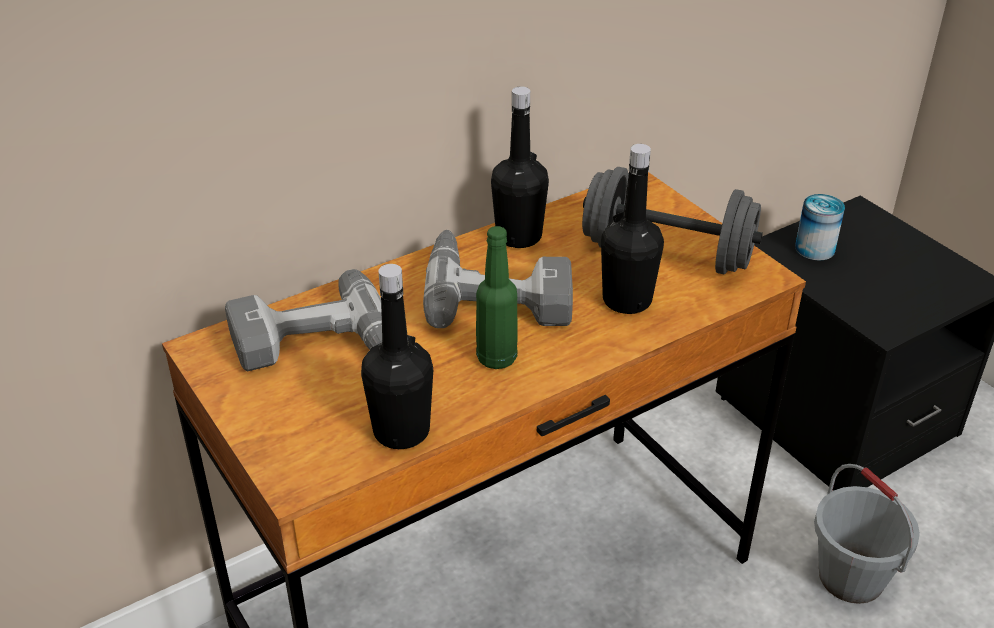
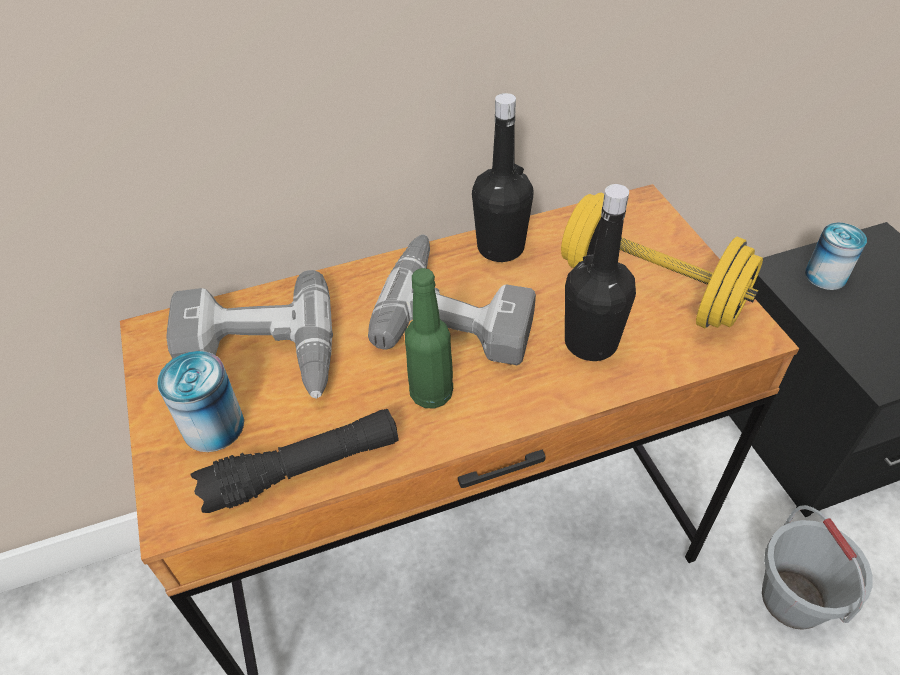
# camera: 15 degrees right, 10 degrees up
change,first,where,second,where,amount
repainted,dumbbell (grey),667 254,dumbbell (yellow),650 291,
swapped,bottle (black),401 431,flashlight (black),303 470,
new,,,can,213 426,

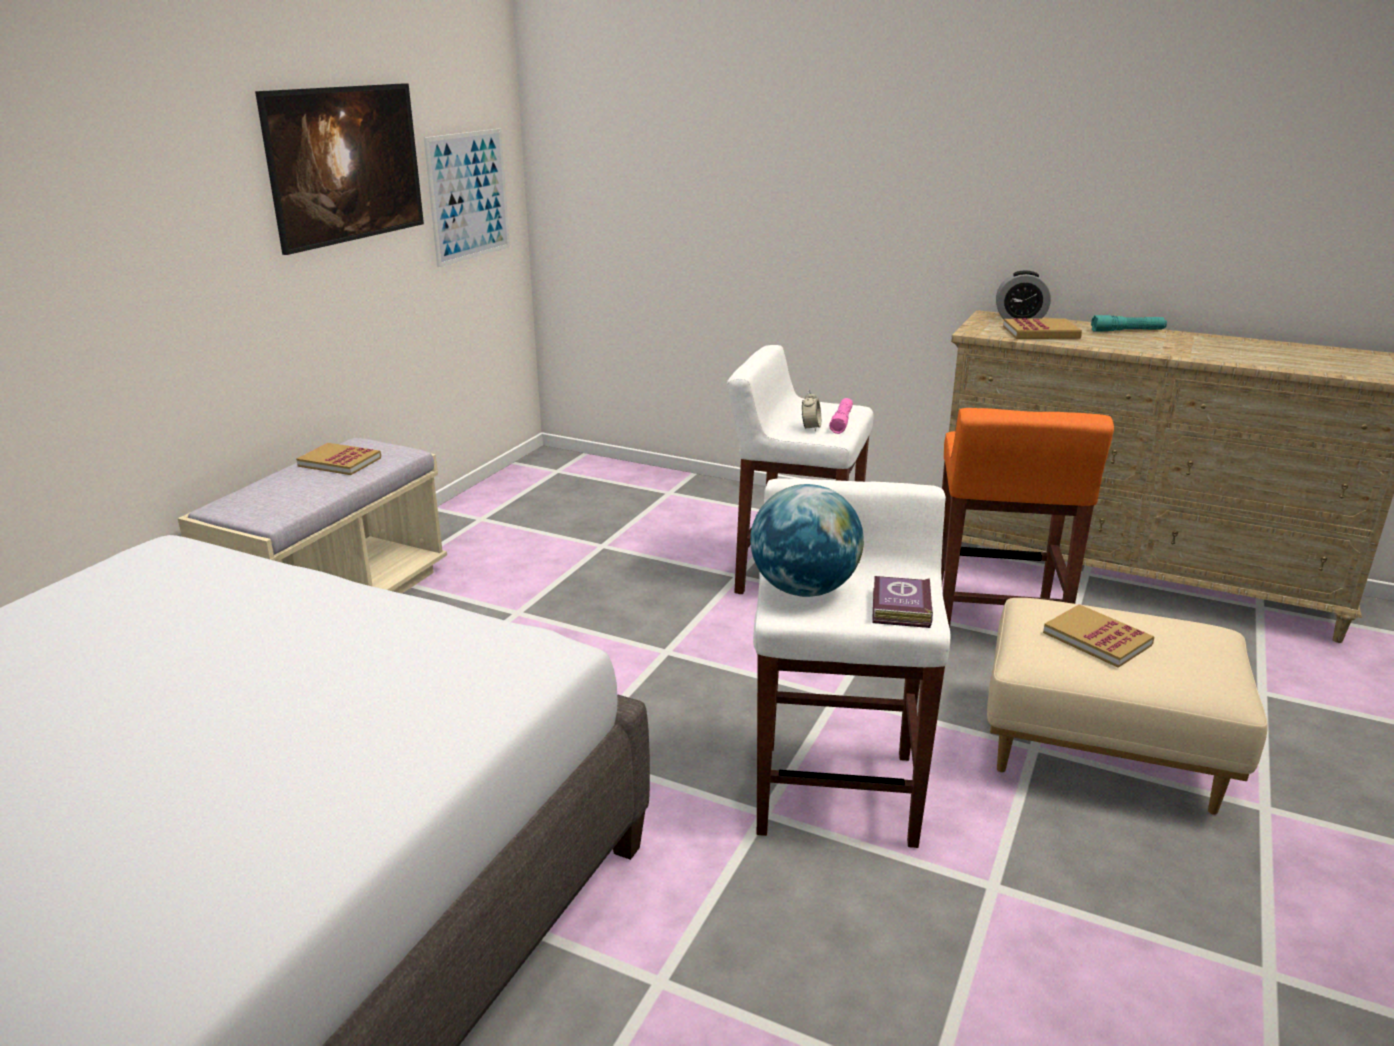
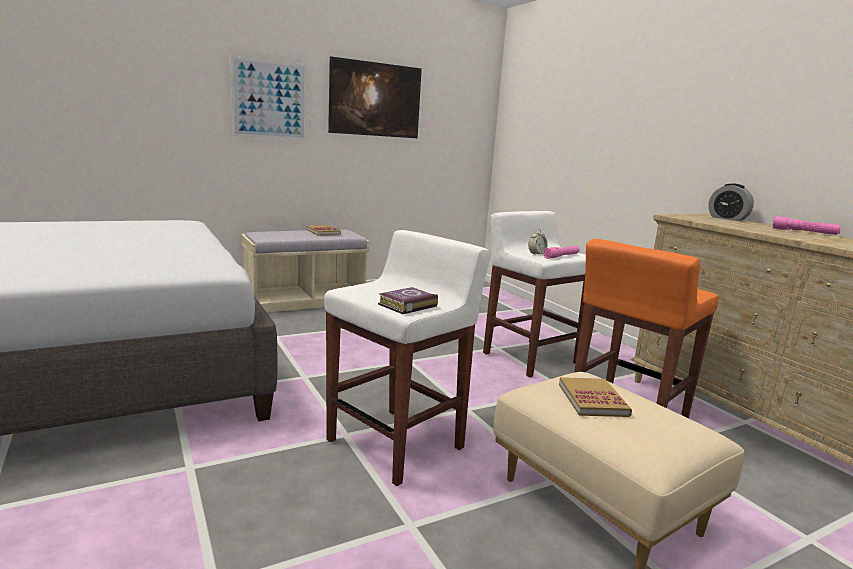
# camera: 35 degrees right, 10 degrees down
change,first,where,second,where,amount
shifted,picture,468 196,,270 100,
repainted,flashlight (turquoise),1127 331,flashlight (pink),804 232,
gone,book,1041 332,,,
gone,globe,804 589,,,

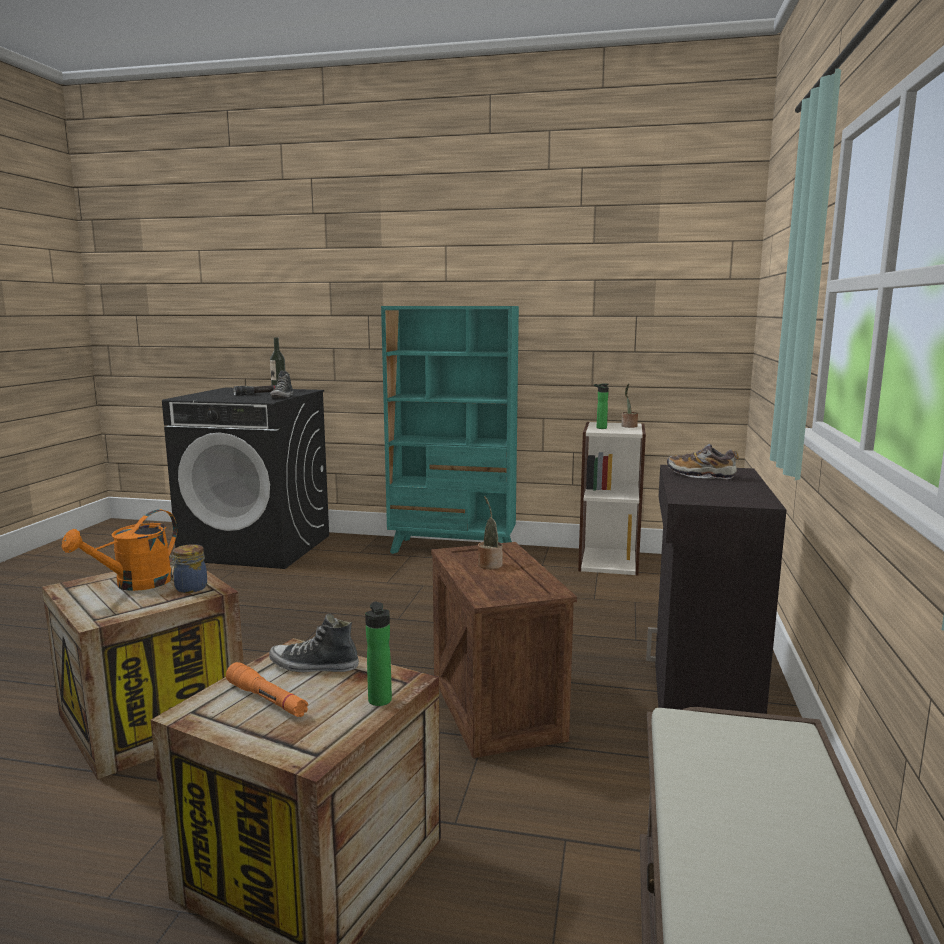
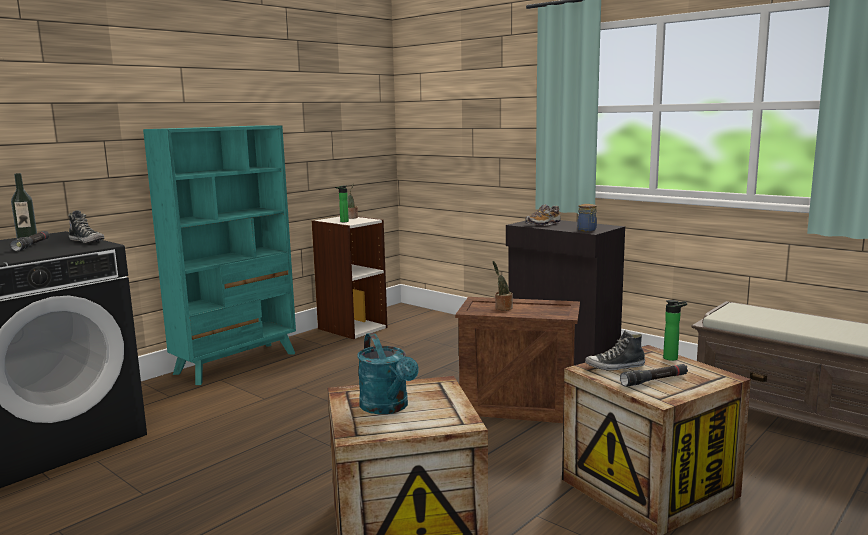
# camera: 60 degrees left, 0 degrees up
change,first,where,second,where,amount
repainted,watering can (orange),135 584,watering can (turquoise),388 407,
shifted,jar,189 588,,587 230,
rotated,shoe,313 666,,615 367,45 degrees clockwise
repainted,flashlight (orange),267 699,flashlight (black),654 380,

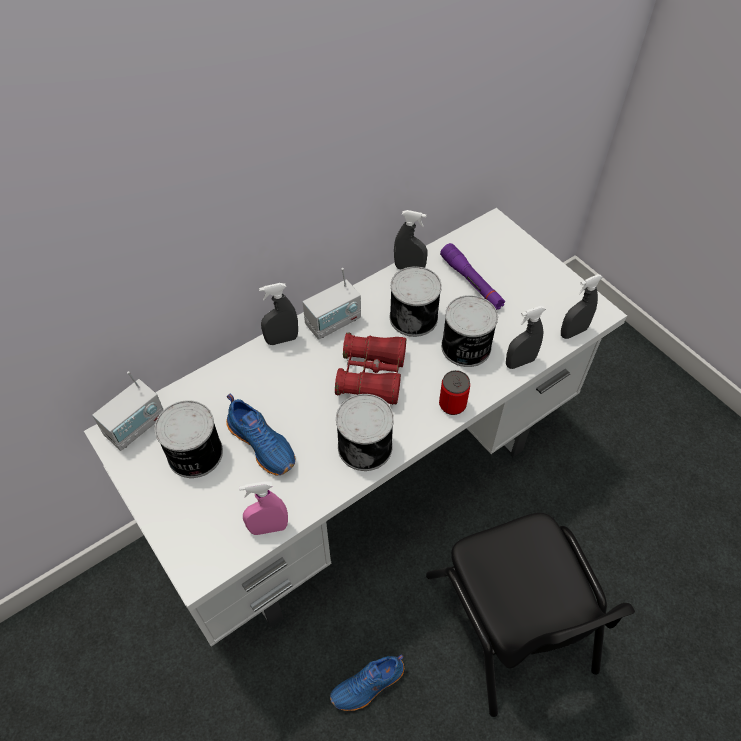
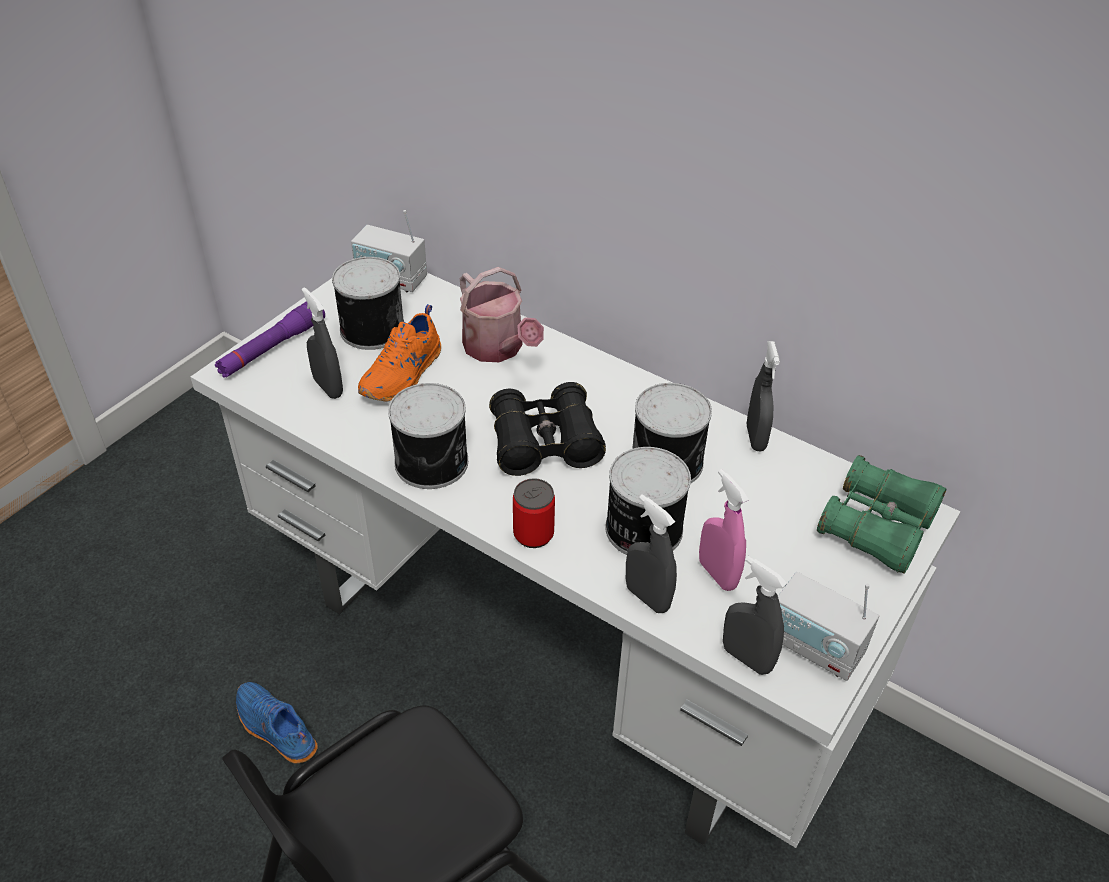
# camera: 70 degrees right, 10 degrees down
change,first,where,second,where,amount
shifted,flashlight (purple),471 282,,272 348,
shifted,radio,333 322,,814 647,
shifted,spray bottle (grey),282 339,,328 387,
repainted,binoculars (red),372 375,binoculars (black),545 443,
repainted,shoe (blue),263 443,shoe (orange),404 375,
shifted,spray bottle (pink),268 528,,717 574,
new,,,watering can,497 349,
new,,,binoculars (green),877 527,

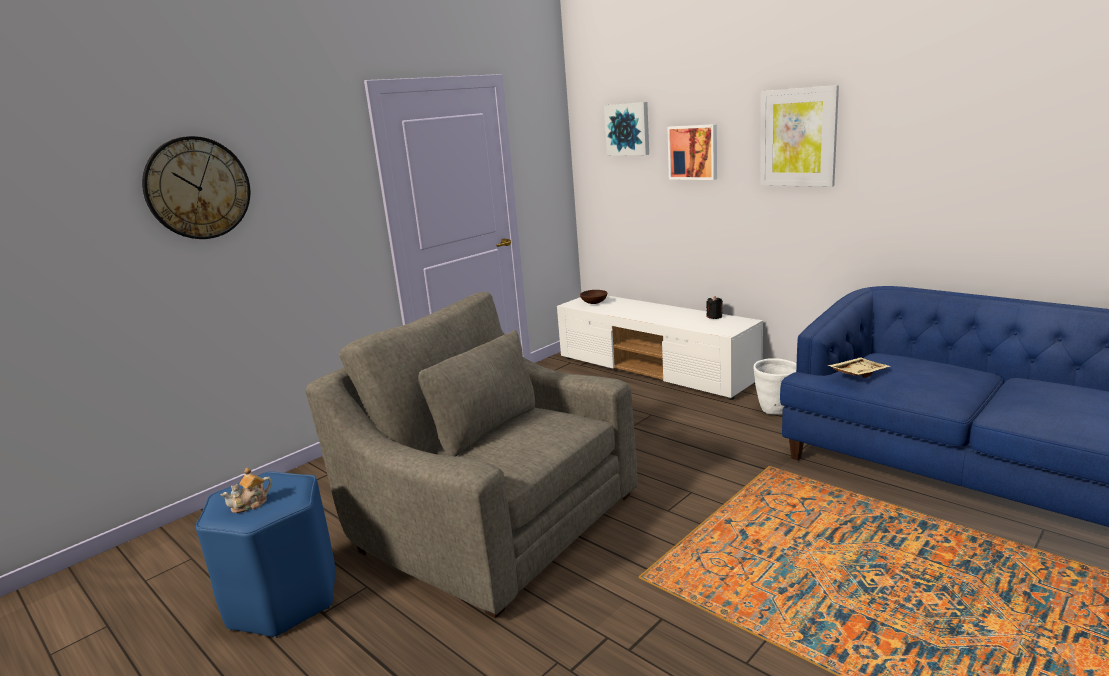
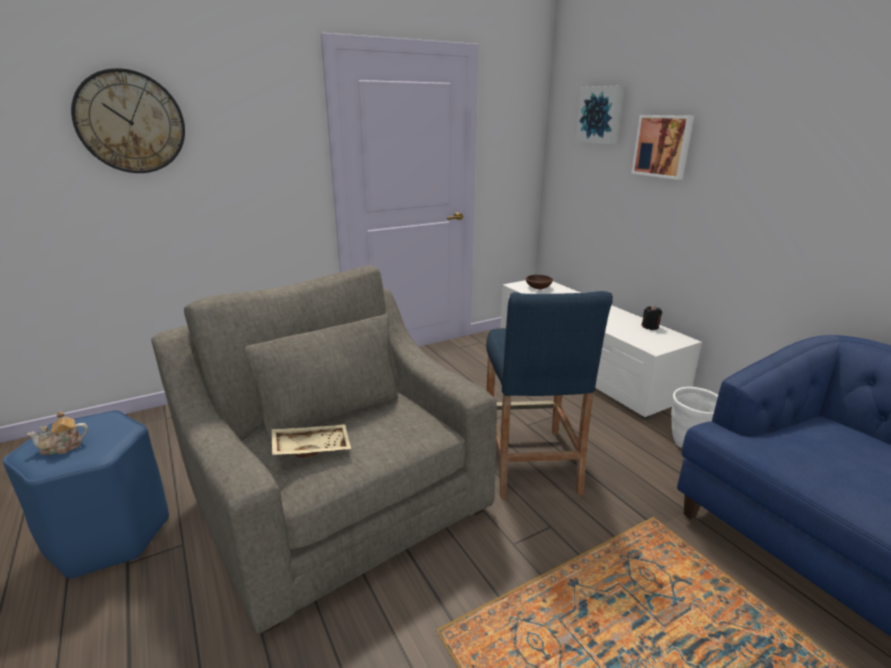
# camera: 15 degrees right, 5 degrees up
change,first,where,second,where,amount
gone,picture,798 137,,,
shifted,tray (beige),857 373,,311 447,
new,,,stool (blue),529 462,

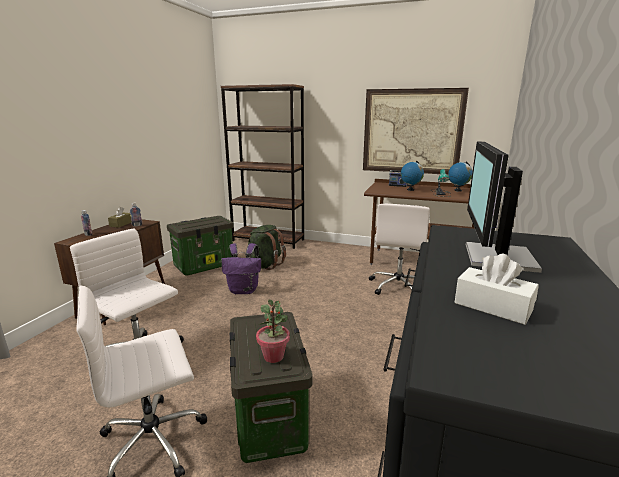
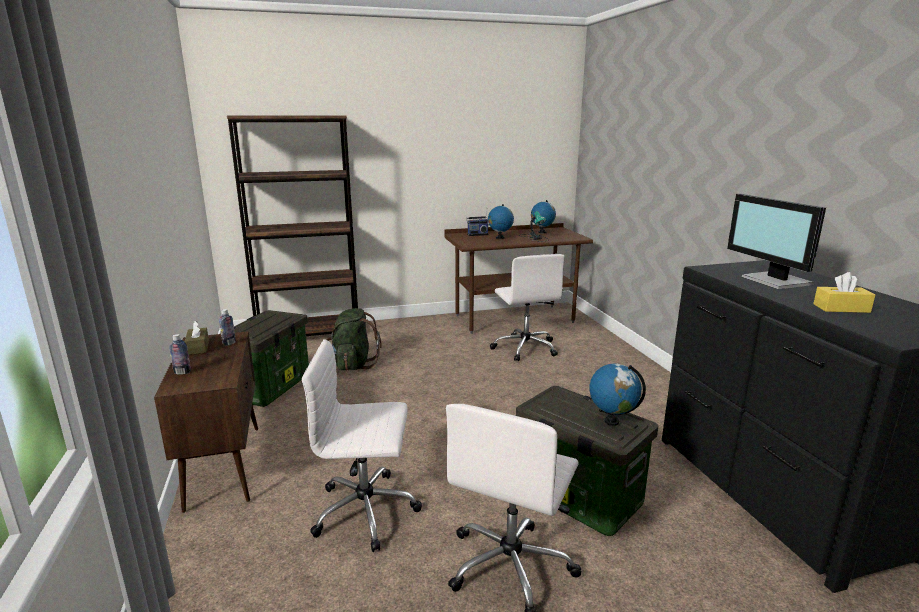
# camera: 35 degrees left, 0 degrees up
change,first,where,second,where,amount
gone,picture,412 131,,,
gone,backpack (purple),244 290,,,
repainted,tissue box (white),492 306,tissue box (yellow),841 308,
swapped,potted plant,274 356,globe,611 421,

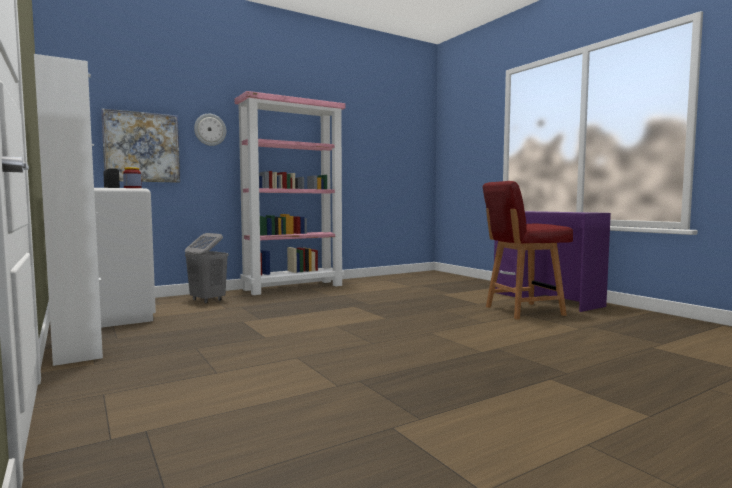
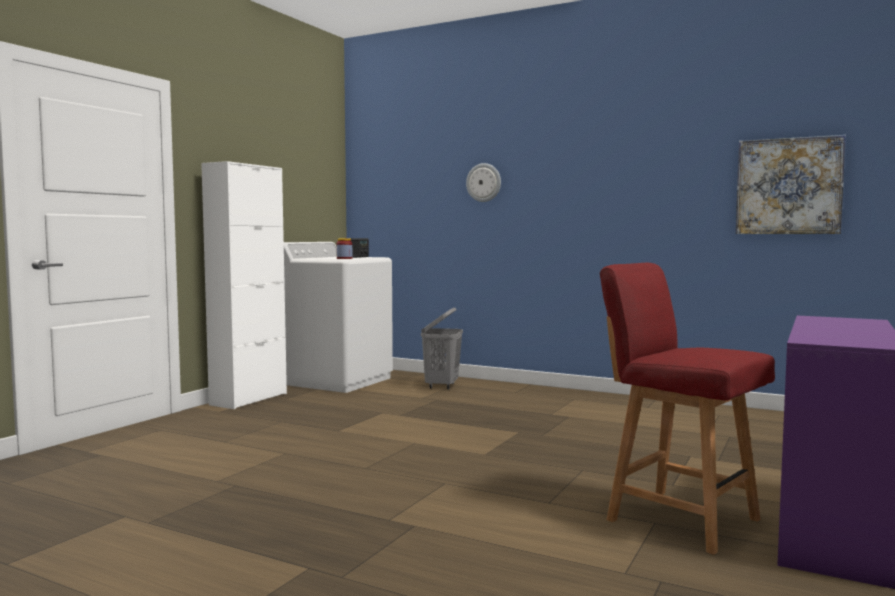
# camera: 60 degrees right, 0 degrees up
change,first,where,second,where,amount
gone,bookcase (pink),294 287,,,
shifted,picture,142 147,,788 186,

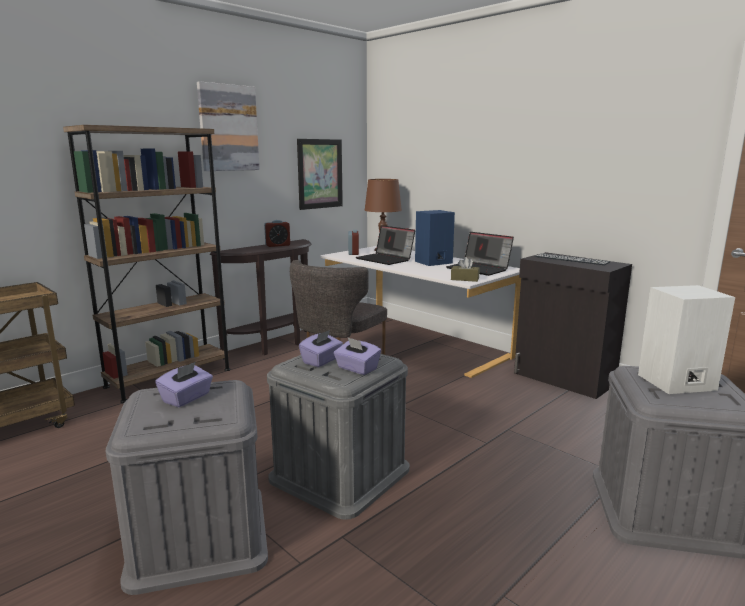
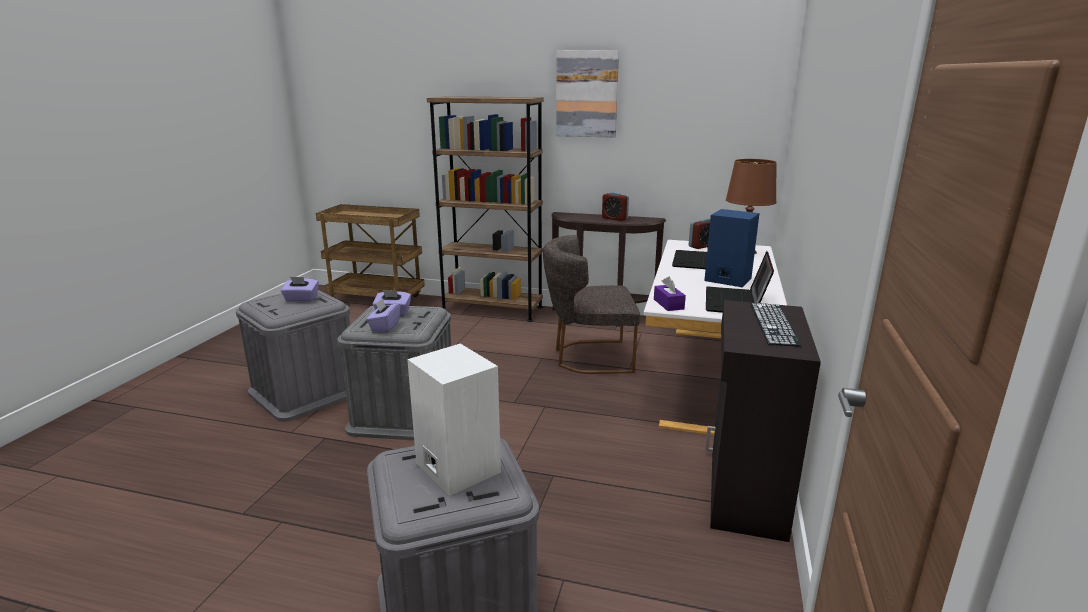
# camera: 60 degrees right, 5 degrees up
change,first,where,second,where,amount
gone,picture,320 174,,,
repainted,tissue box (brown),465 279,tissue box (purple),668 304,

